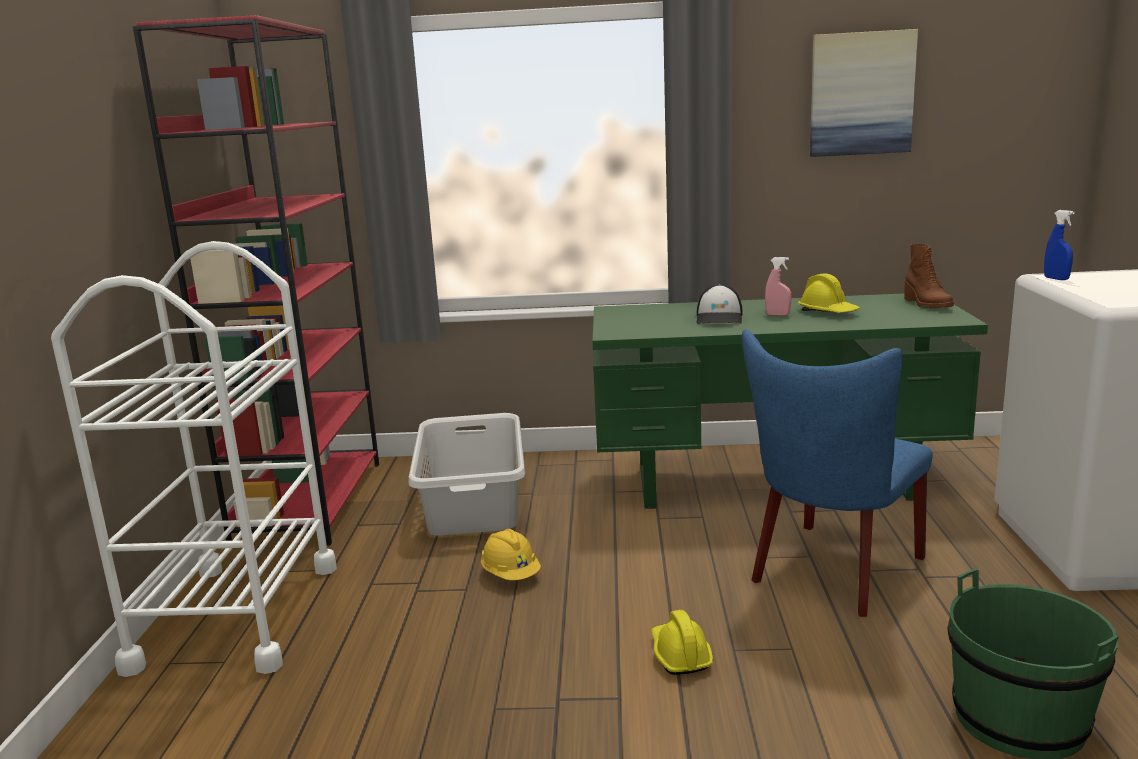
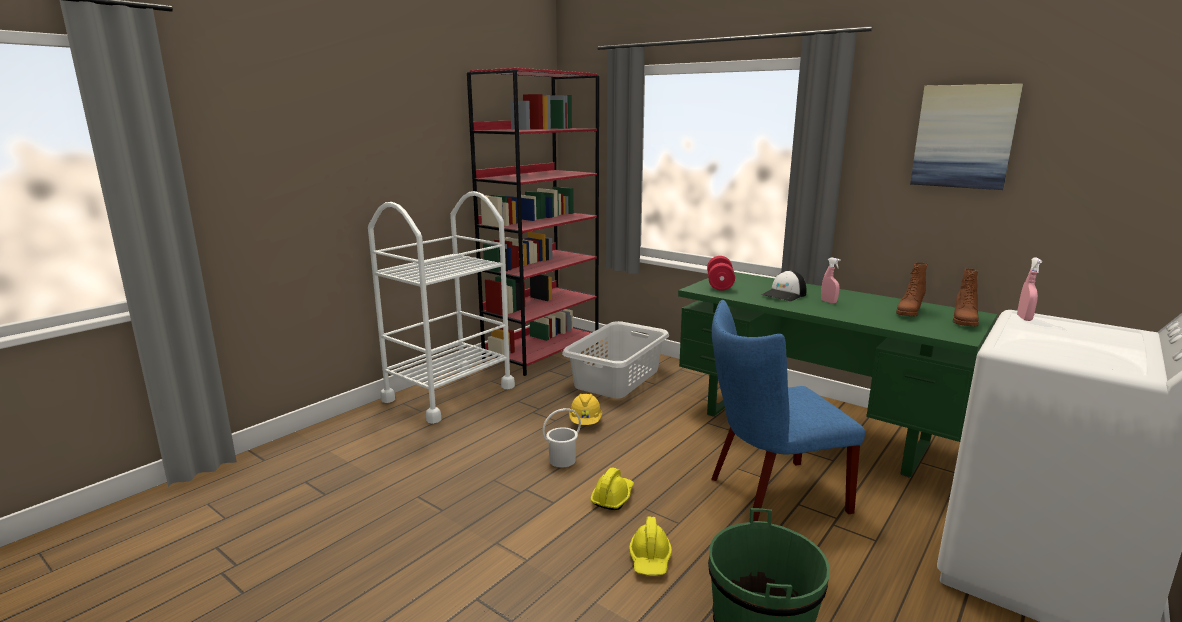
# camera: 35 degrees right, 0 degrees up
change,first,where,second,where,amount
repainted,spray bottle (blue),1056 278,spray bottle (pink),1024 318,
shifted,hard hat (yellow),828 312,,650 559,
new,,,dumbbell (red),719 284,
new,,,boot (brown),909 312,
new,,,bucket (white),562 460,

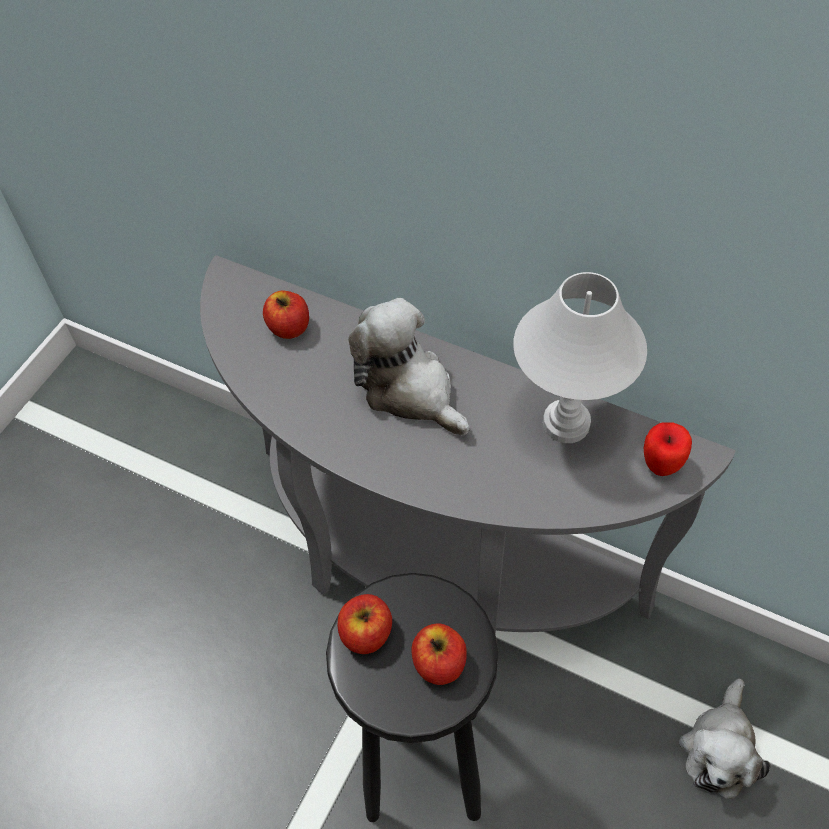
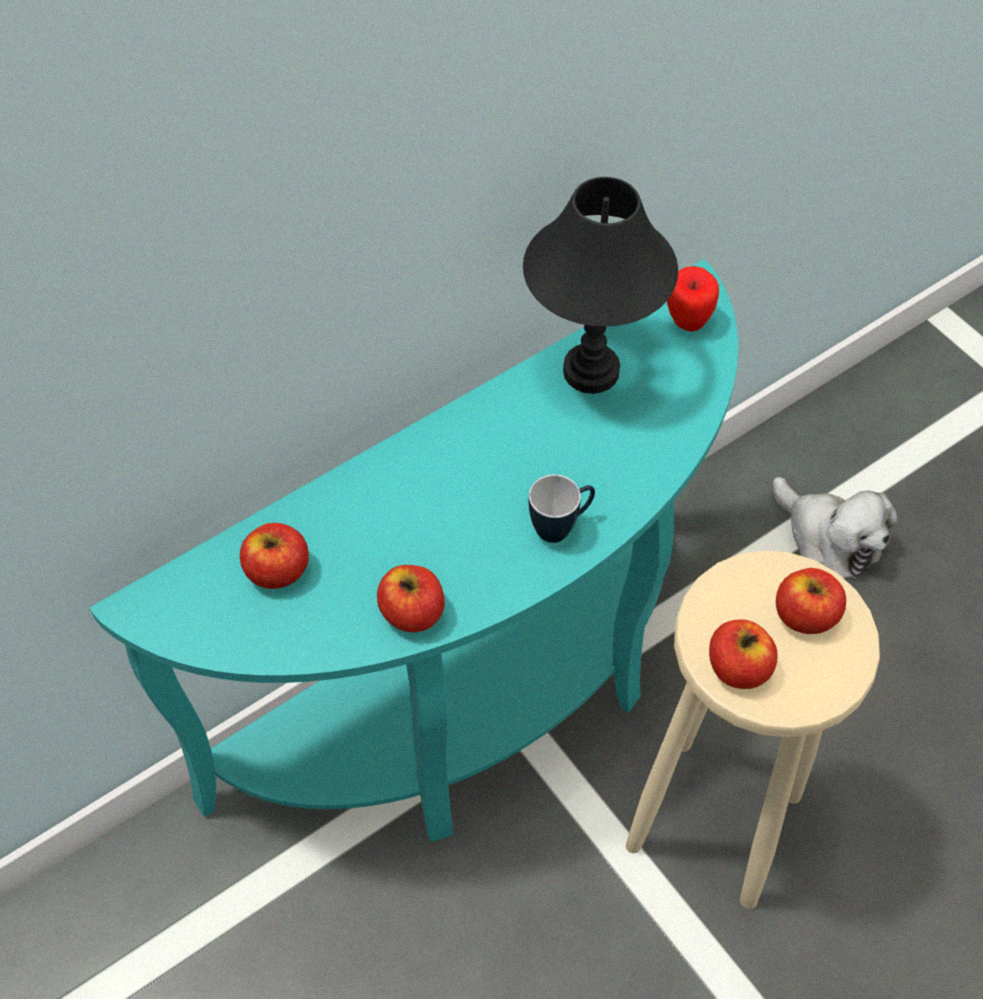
# camera: 65 degrees left, 0 degrees up
change,first,where,second,where,amount
repainted,console table (grey),427 567,console table (turquoise),482 703,
repainted,table lamp (white),566 422,table lamp (black),590 371,
gone,plush toy,409 389,,,
repainted,stool (black),422 765,stool (beige),716 822,
new,,,mug,561 527,
new,,,apple,412 613,

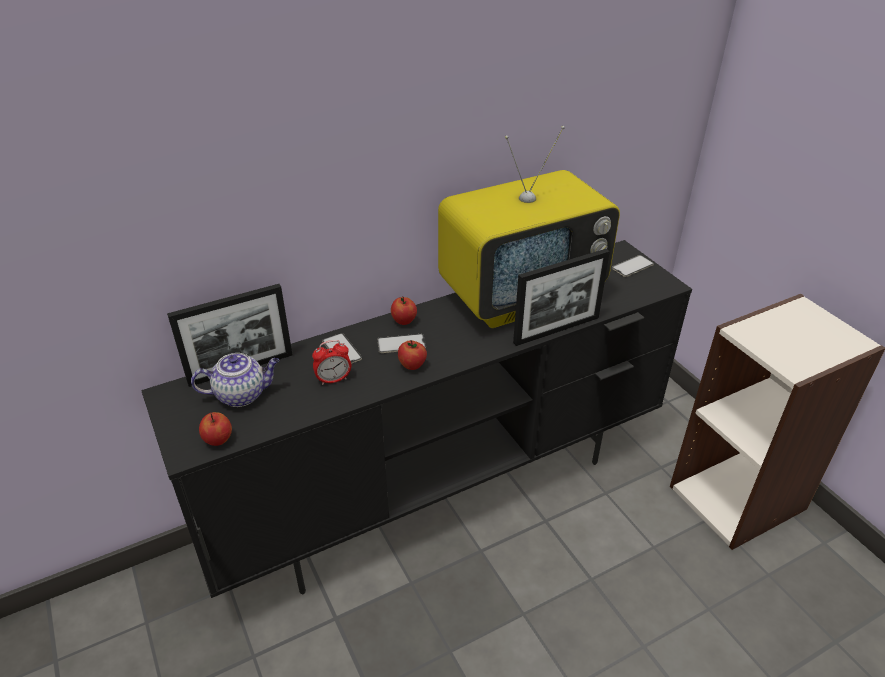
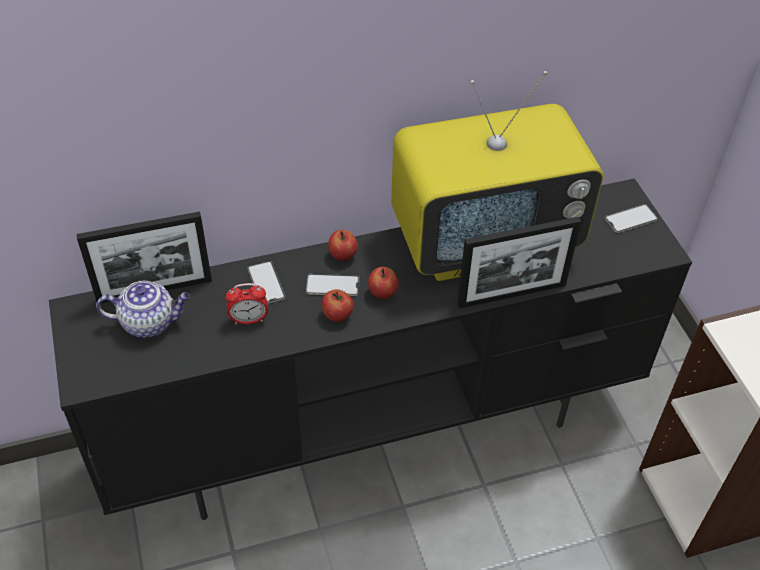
# camera: 10 degrees right, 10 degrees up
change,first,where,second,where,amount
shifted,apple,218 440,,382 293,

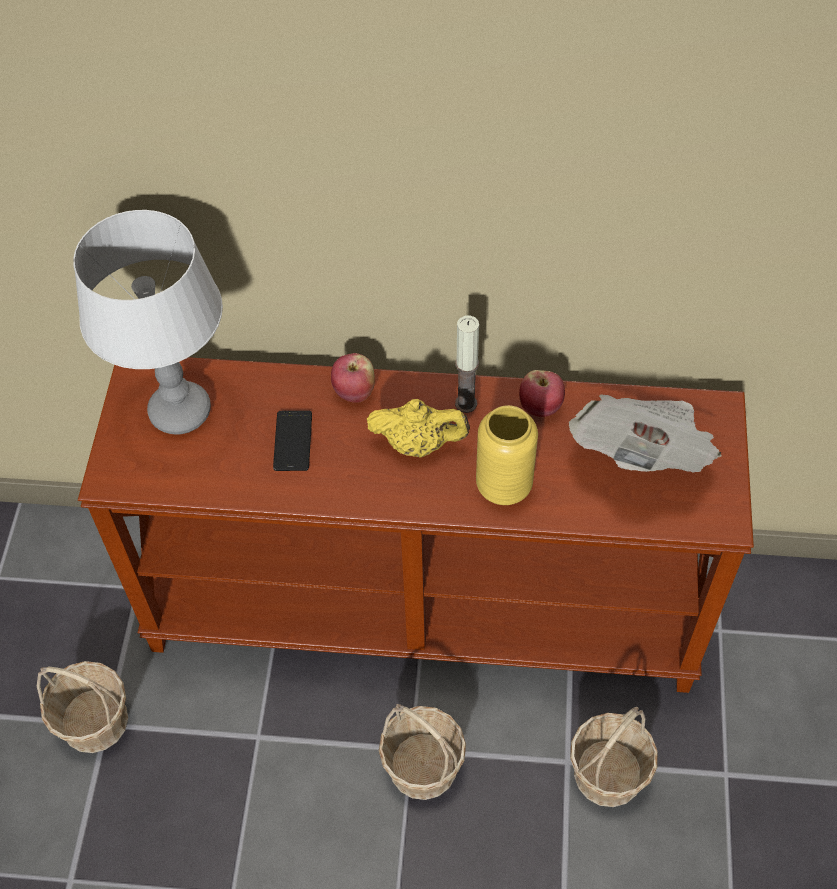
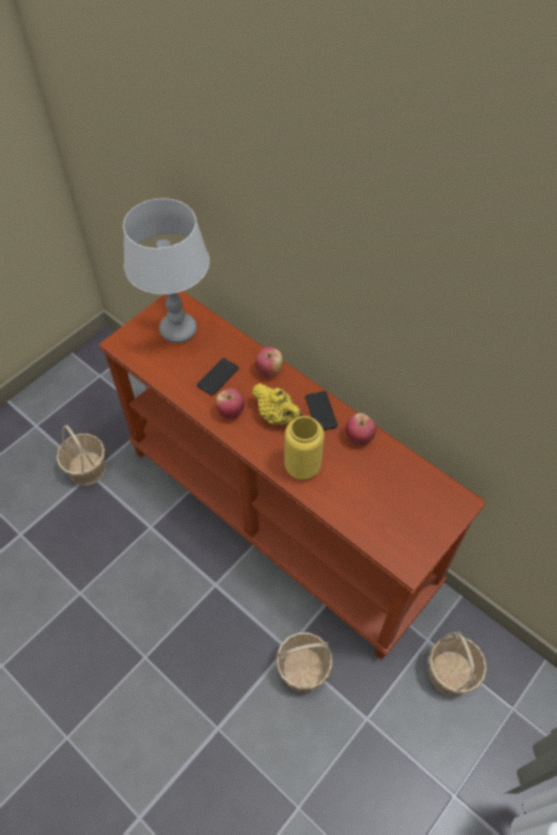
# camera: 35 degrees right, 0 degrees up
change,first,where,second,where,amount
swapped,candle,466 403,phone,321 411,
gone,newspaper,643 453,,,
shifted,basket,423 765,,451 672,
new,,,apple,231 412,

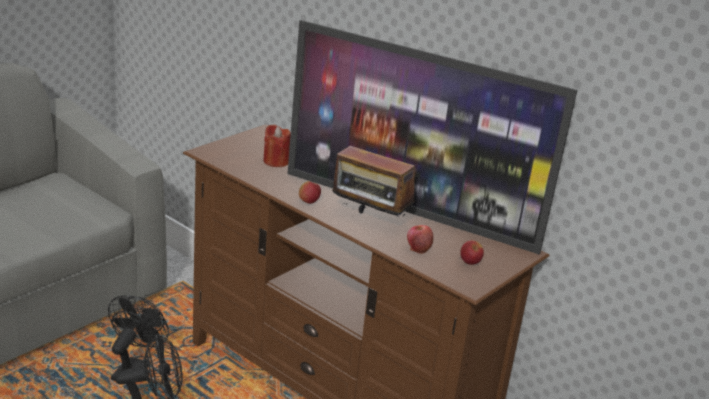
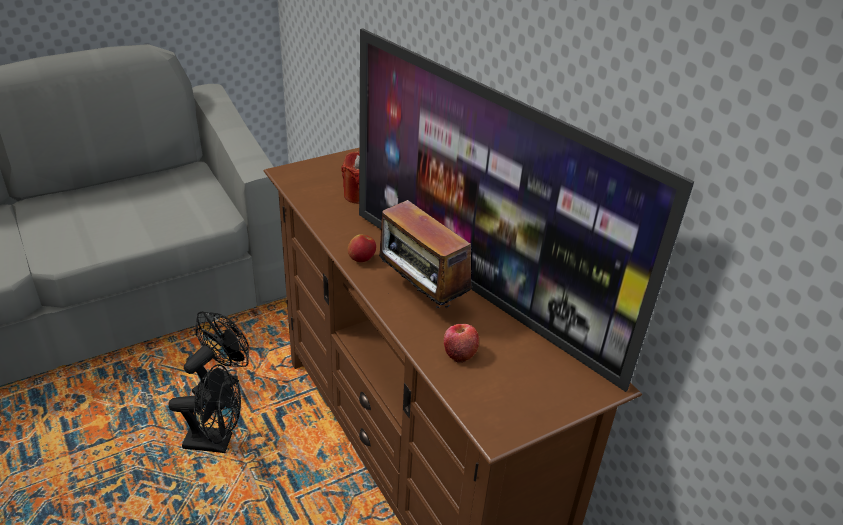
# camera: 20 degrees right, 10 degrees up
change,first,where,second,where,amount
gone,apple,470 262,,,

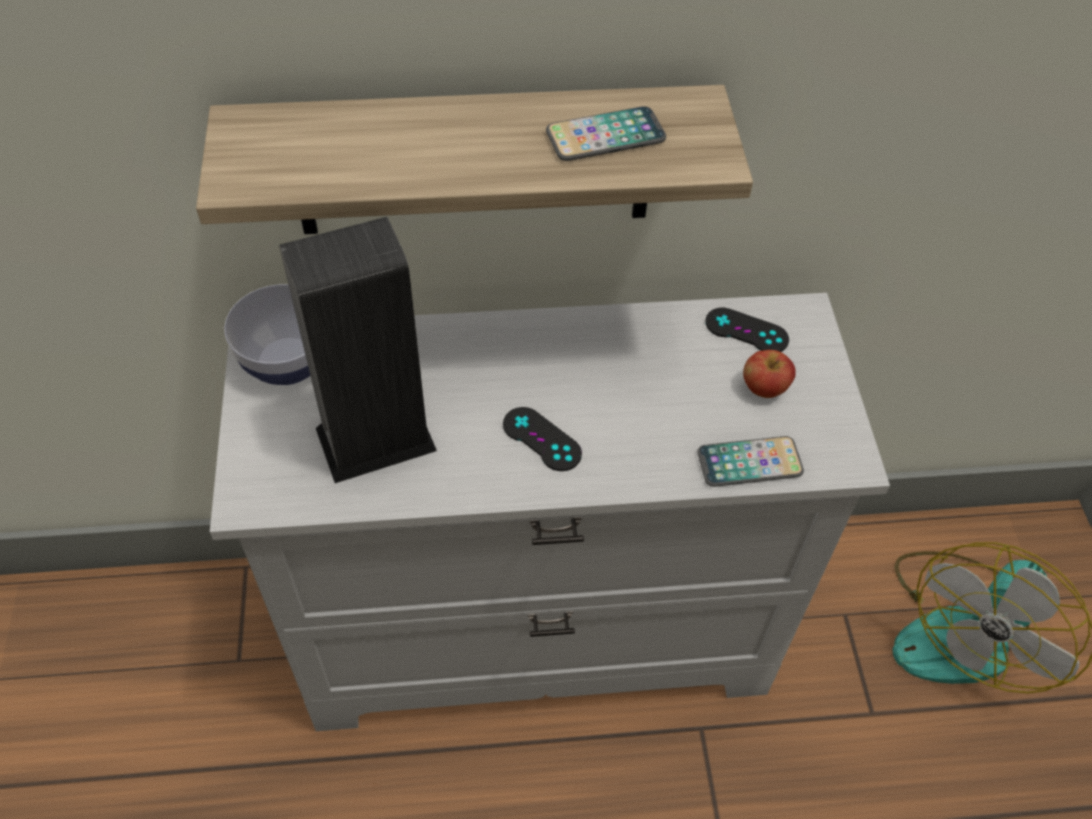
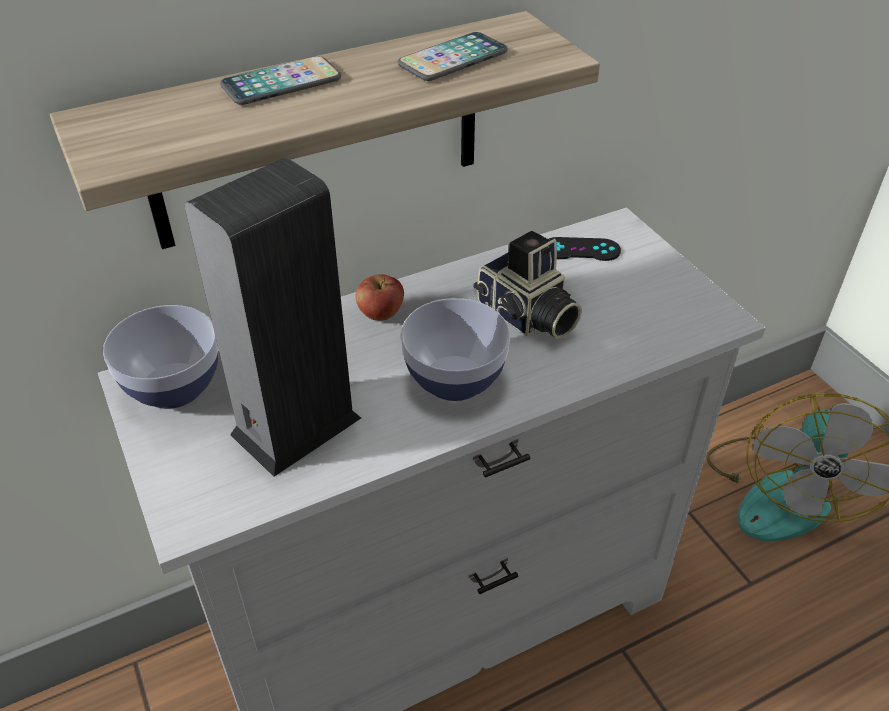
# camera: 20 degrees left, 10 degrees down
change,first,where,second,where,amount
shifted,apple,764 388,,380 314,
swapped,game controller (black),541 439,bowl,455 379,
shifted,phone,749 463,,281 83,
new,,,photo camera,526 317,

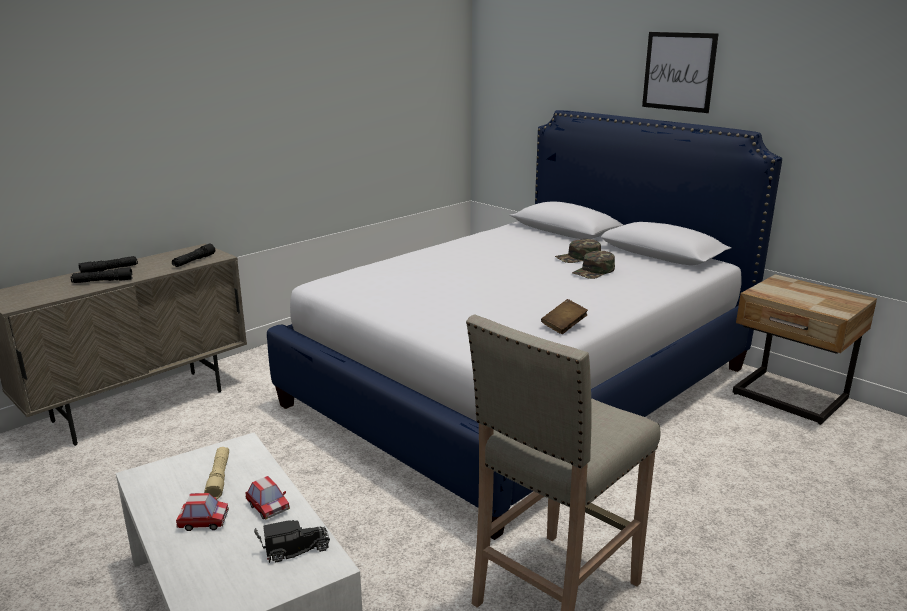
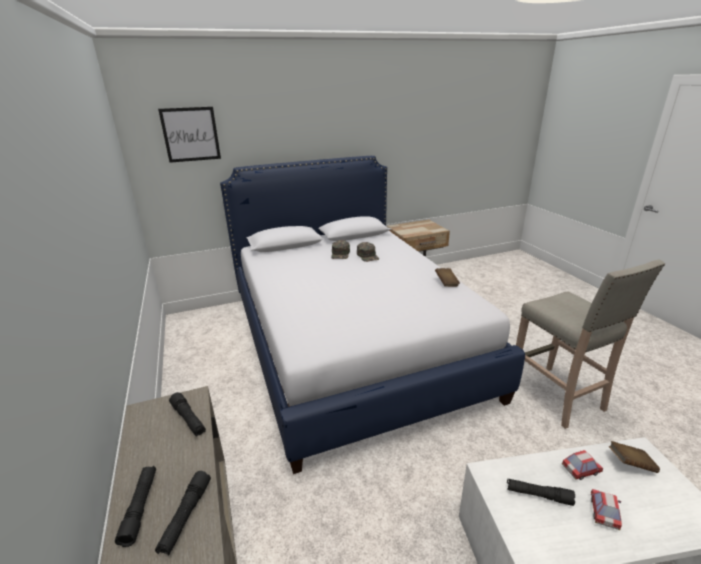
# camera: 65 degrees left, 5 degrees up
change,first,where,second,where,amount
shifted,picture,679 71,,190 134,
repainted,flashlight (beige),219 478,flashlight (black),538 495,
swapped,toy truck,293 550,book (brown),630 464,

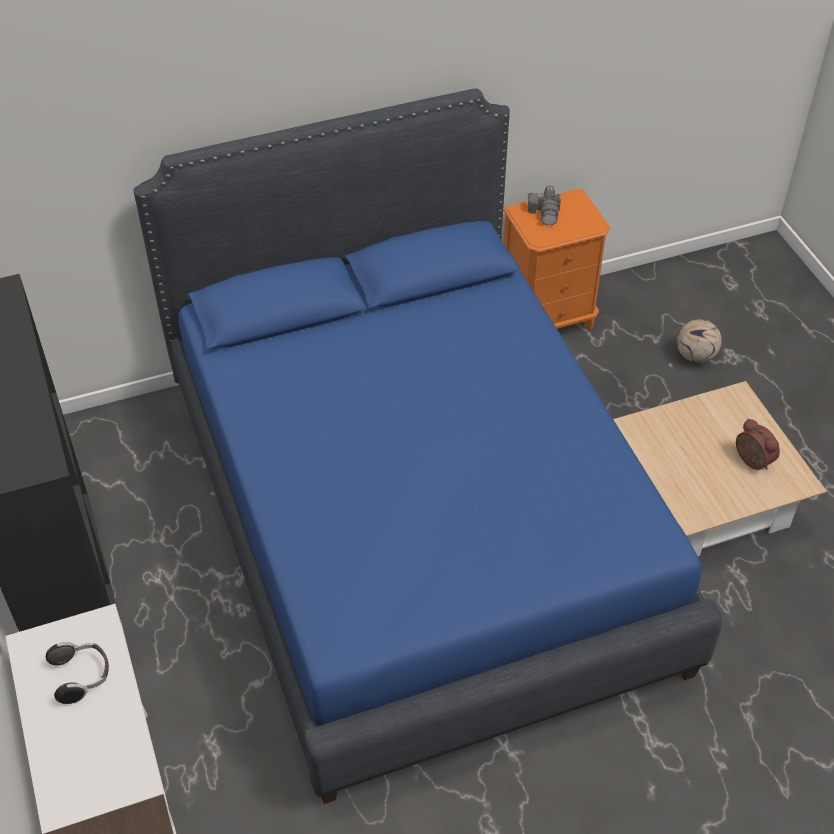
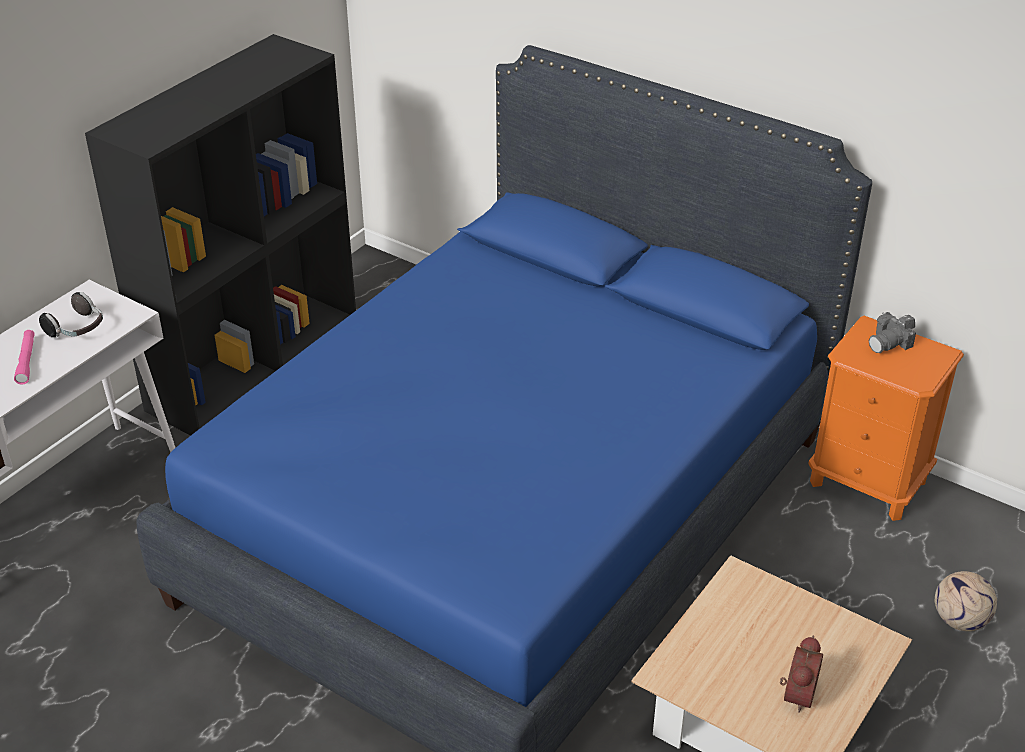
# camera: 55 degrees right, 10 degrees down
change,first,where,second,where,amount
new,,,flashlight (pink),26 361,

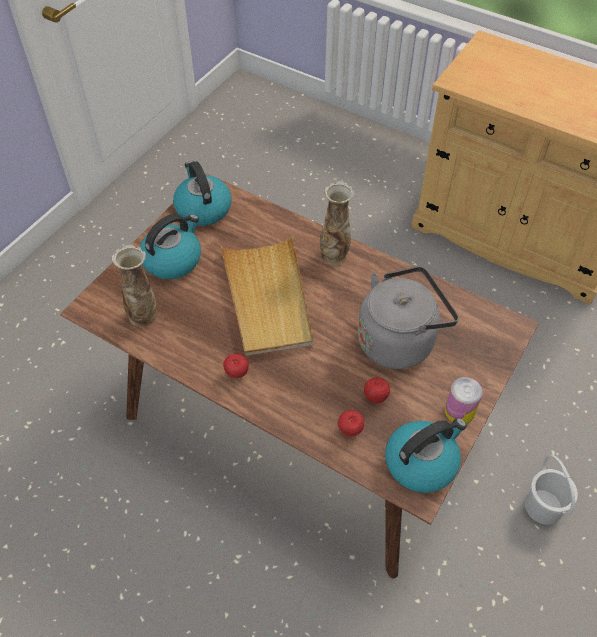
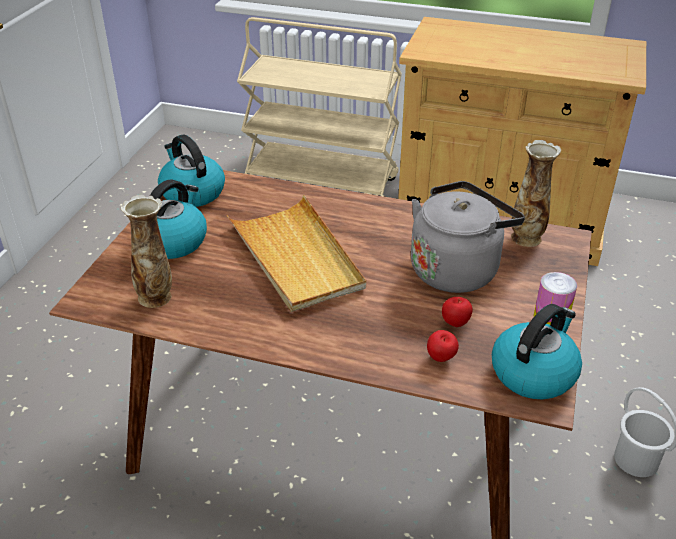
# camera: 15 degrees left, 15 degrees down
change,first,where,second,where,amount
shifted,vase,334 255,,526 237,
gone,apple,236 374,,,
new,,,cart (beige),321 183,

